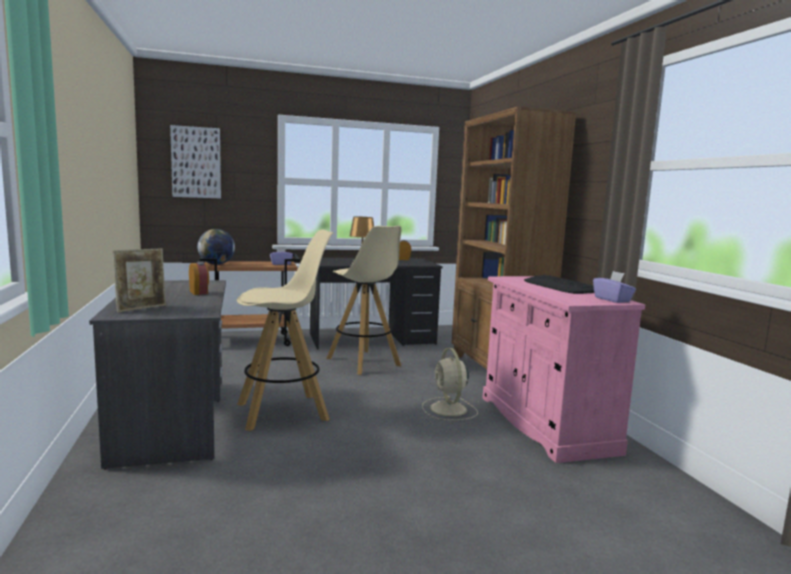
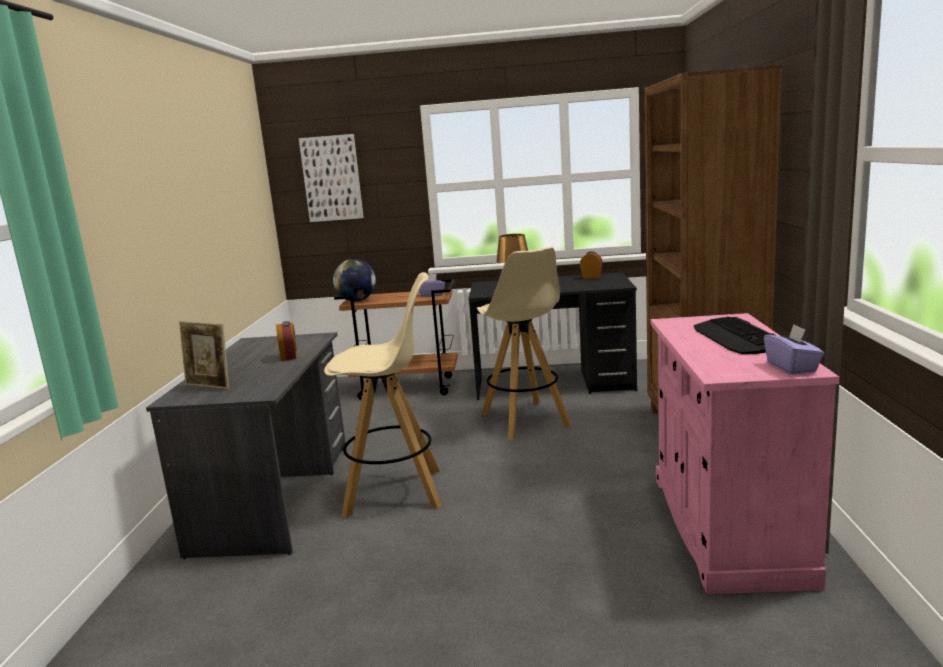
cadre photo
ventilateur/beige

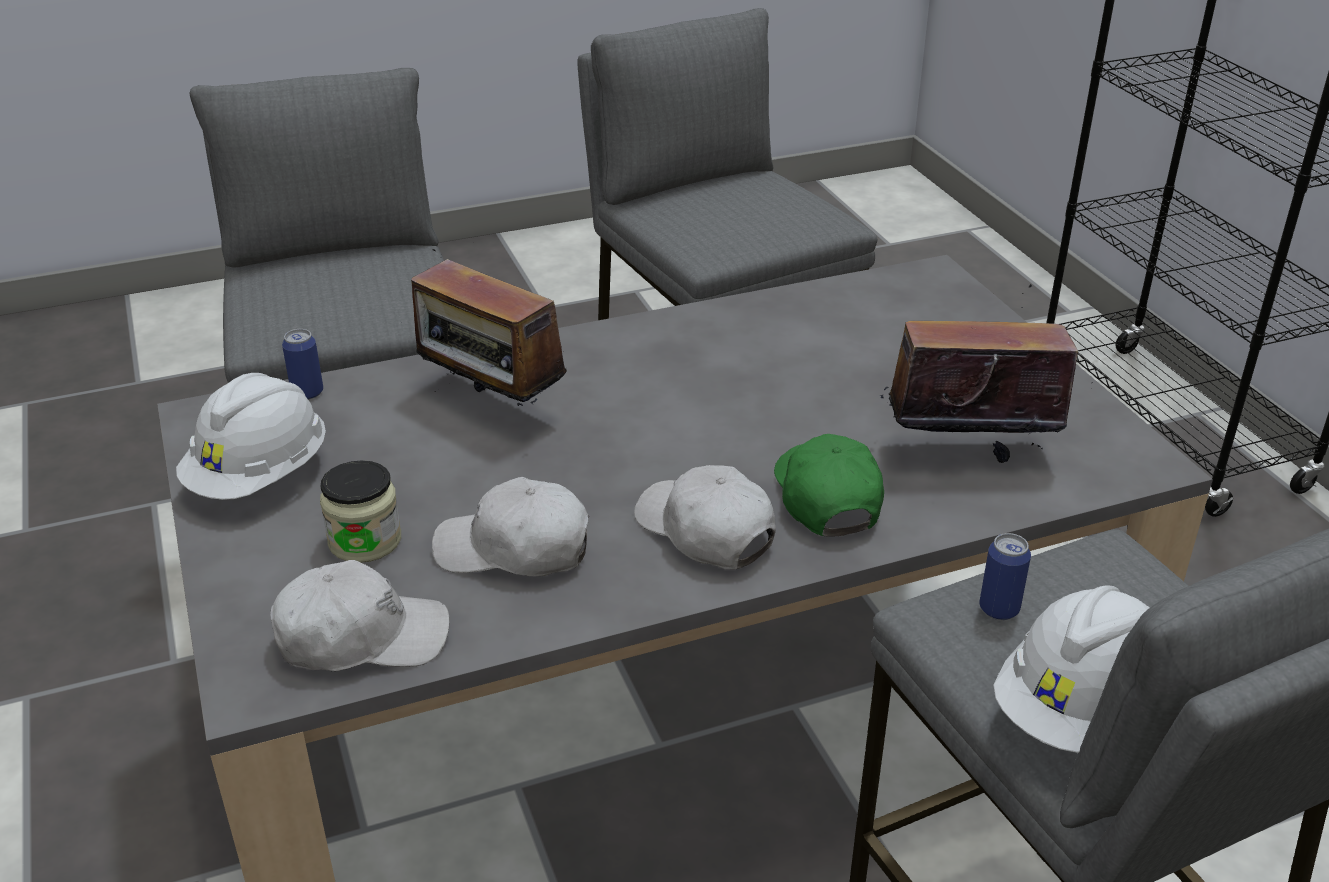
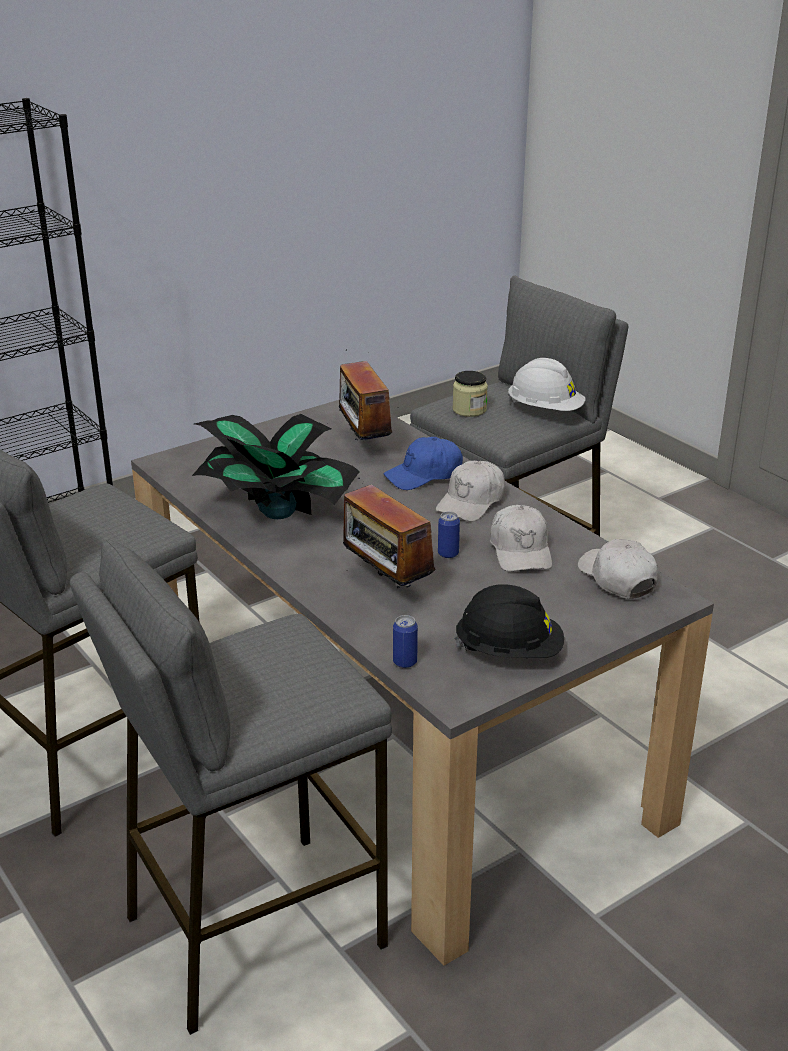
radio (no. 2 from left)
casque de chantier/noir
casquette/bleu
bocal
boîte métallique (no. 2 from left)
plante en pot

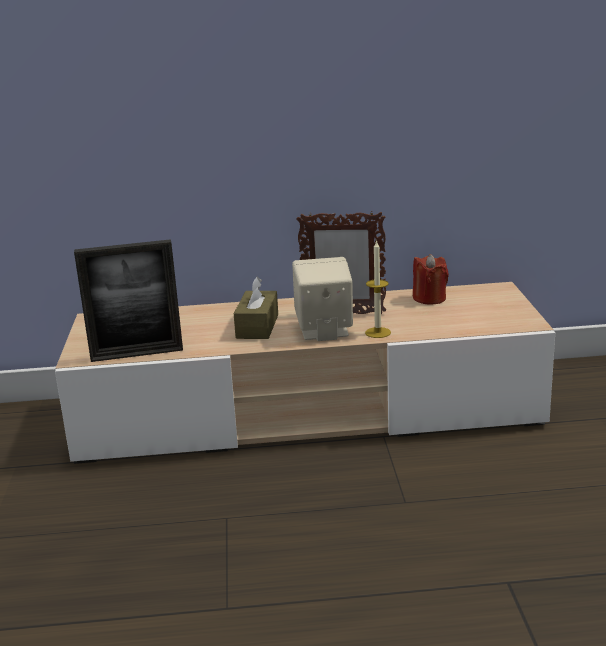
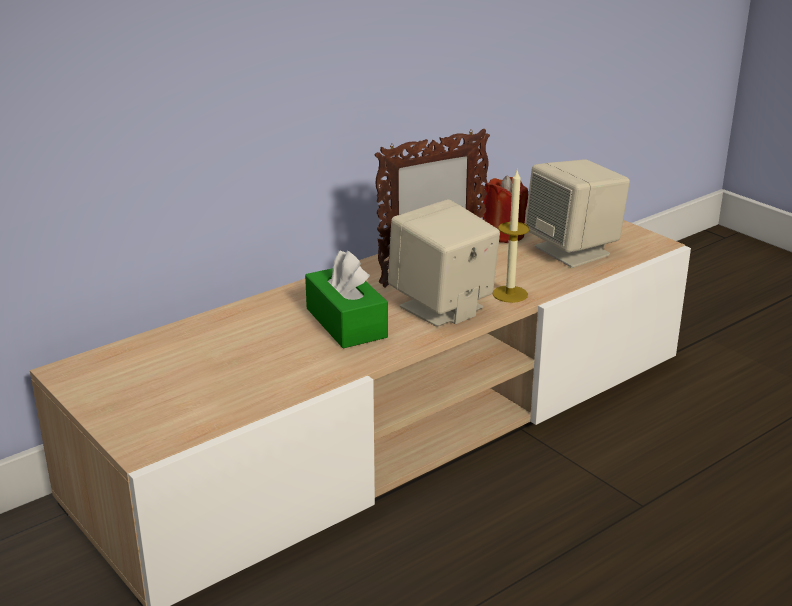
cadre photo (no. 1 from left in the first image)
boîte à mouchoirs/vert
enceinte/beige (no. 2 from left)

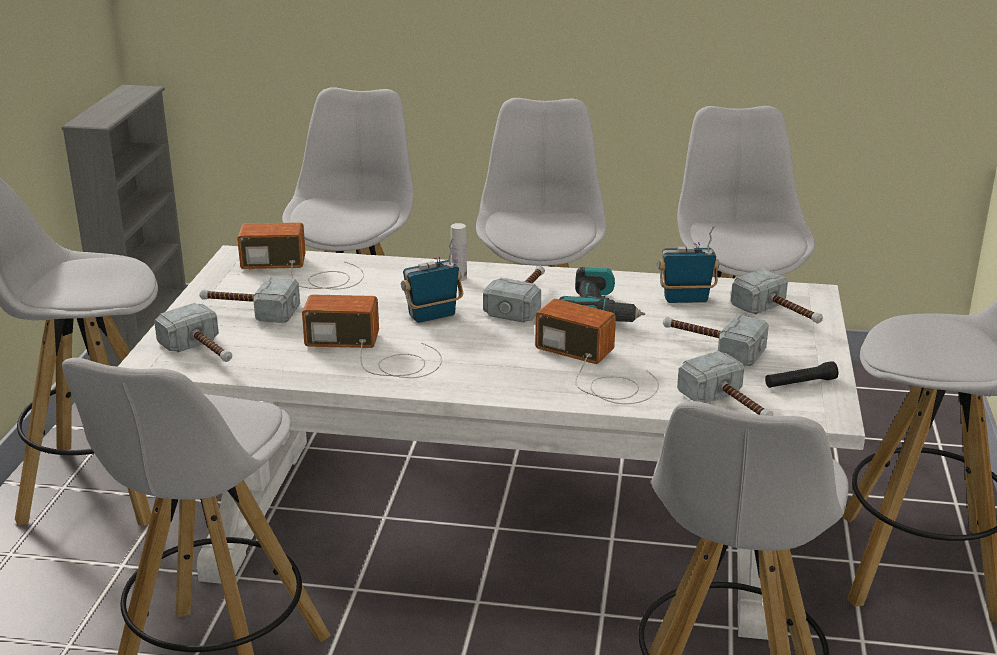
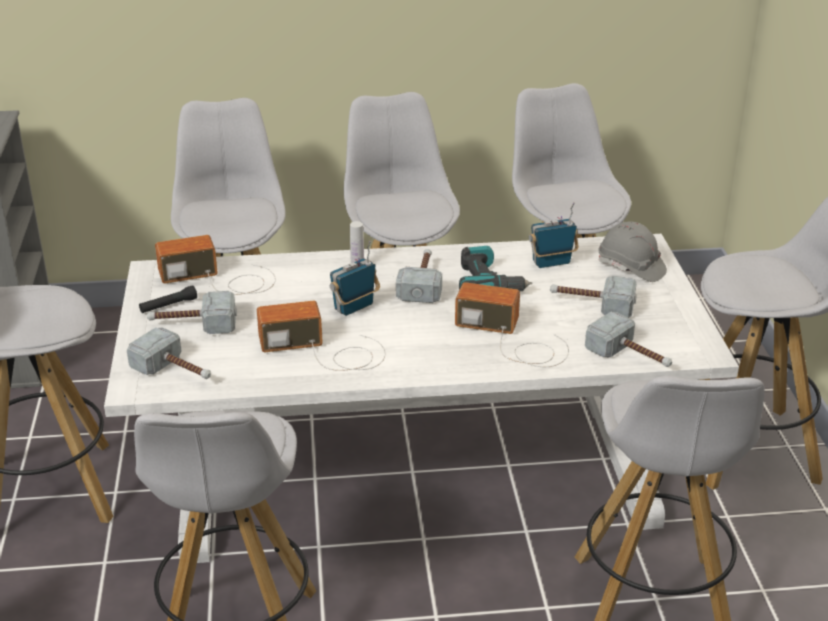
casque de chantier/gris
lampe de poche/noir

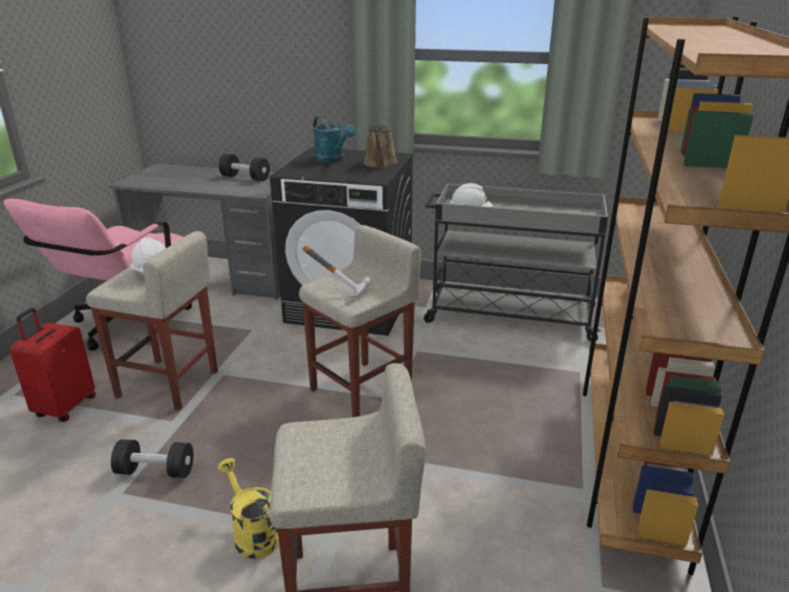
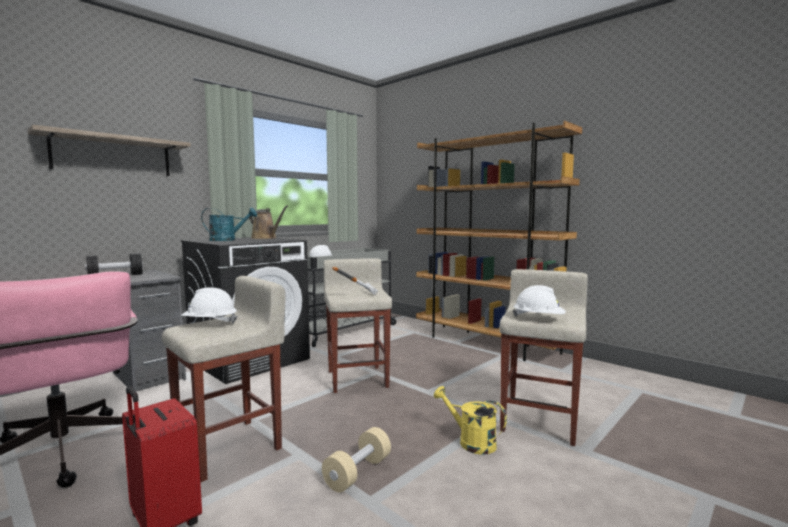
haltère/beige
arrosoir/jaune
étagère
casque de chantier/blanc (no. 3 from left)

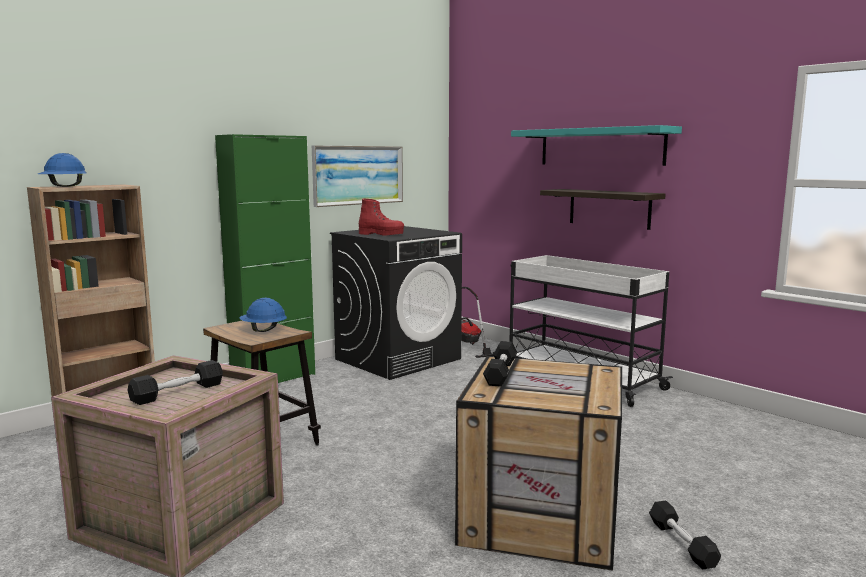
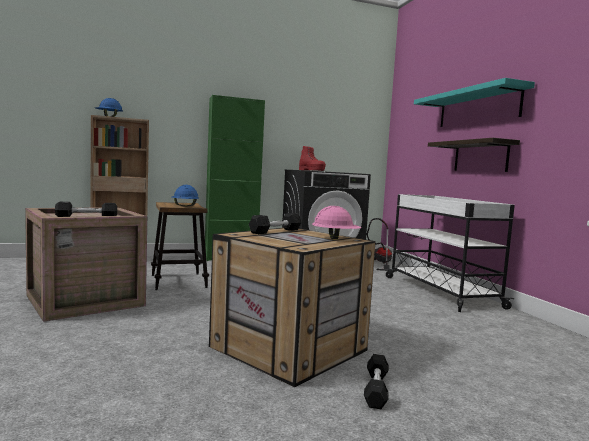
tableau
casque de chantier/rose

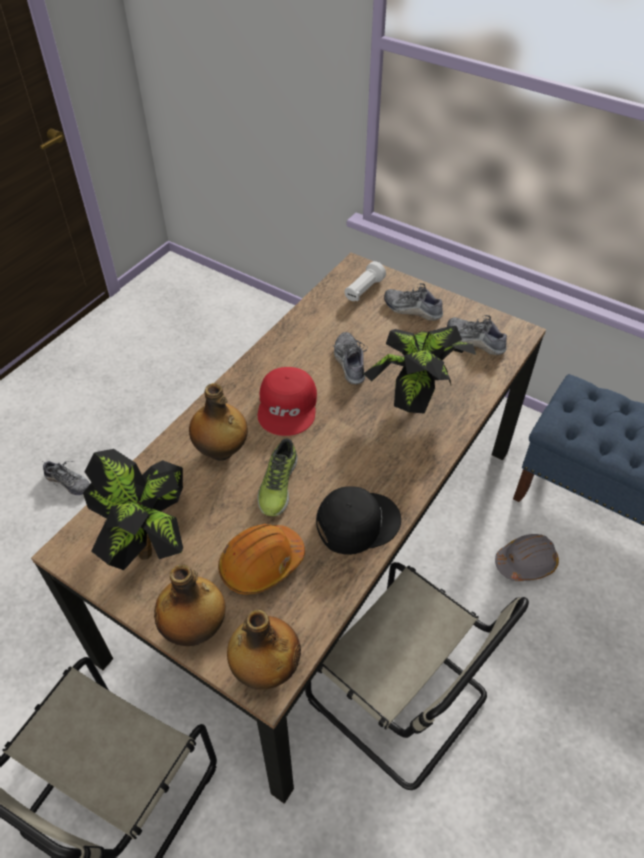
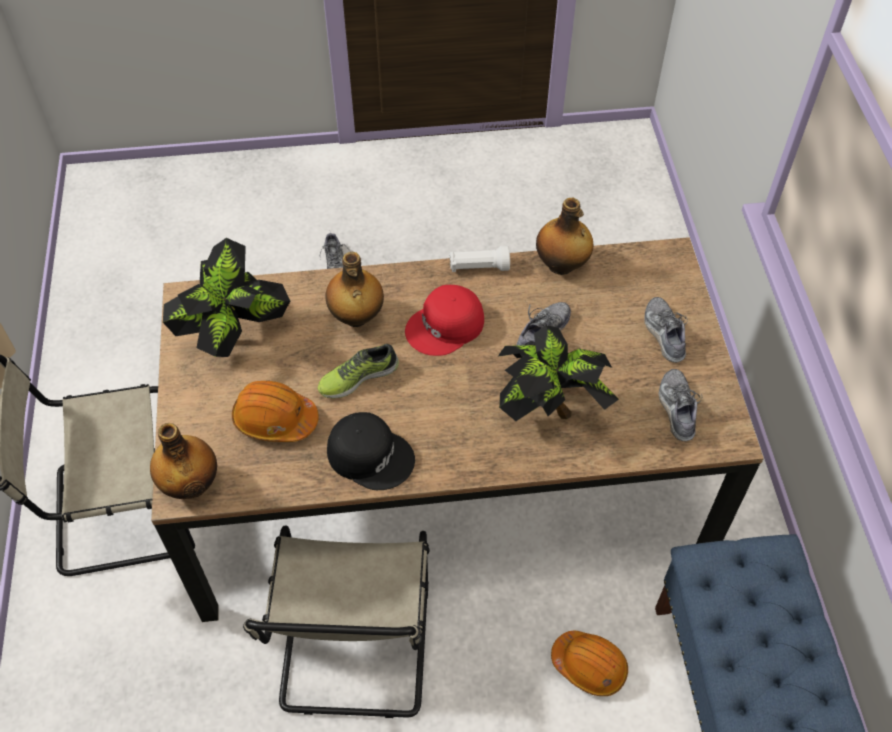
lampe de poche/blanc
casque de chantier/orange (no. 2 from left)
bouteille (no. 3 from left)

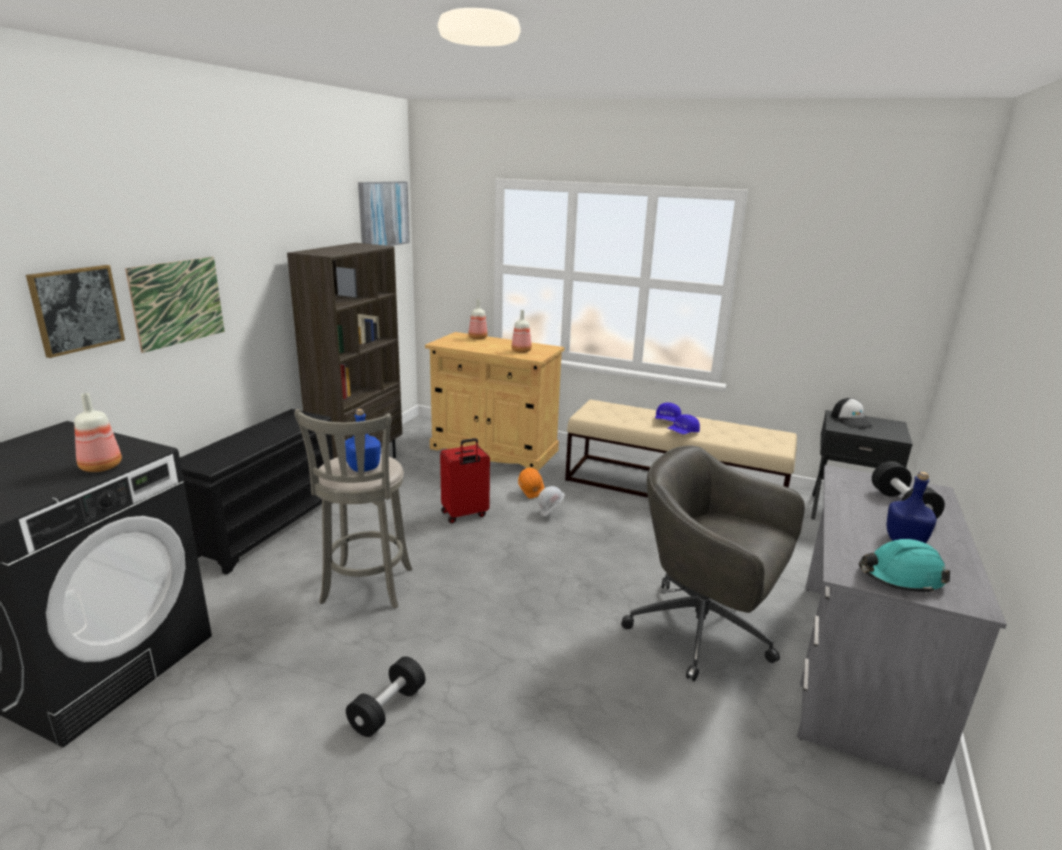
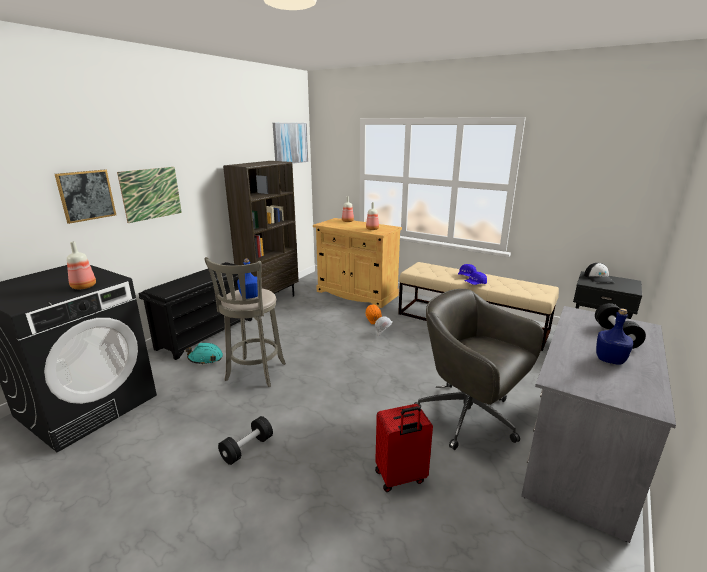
valise/rouge
casque de chantier/turquoise

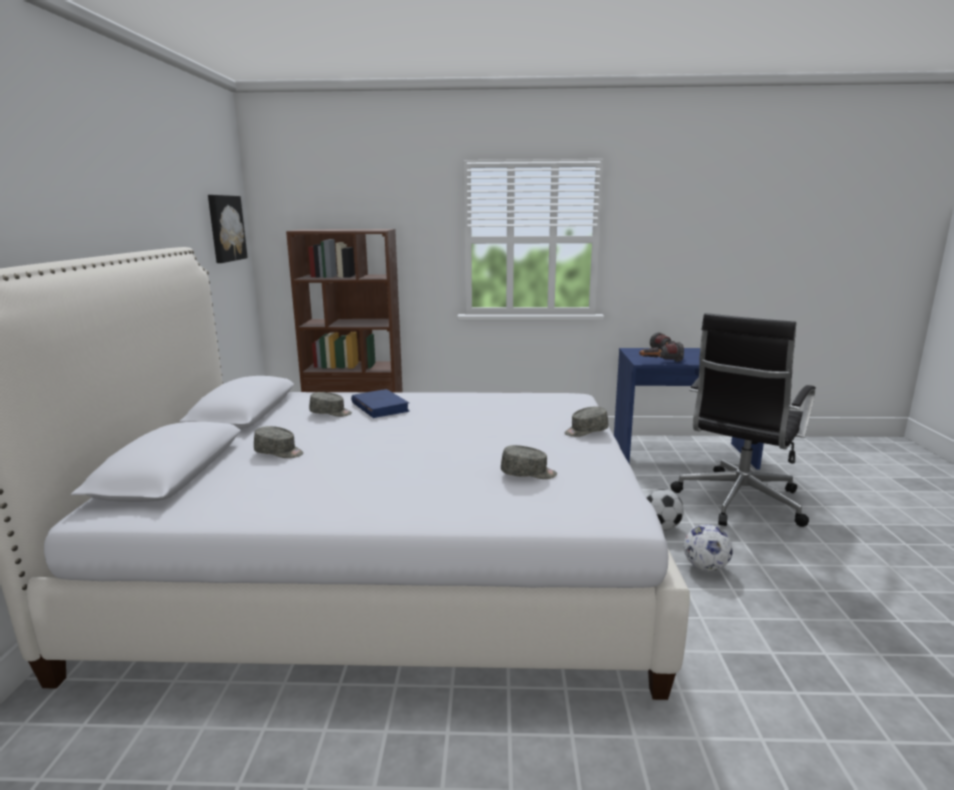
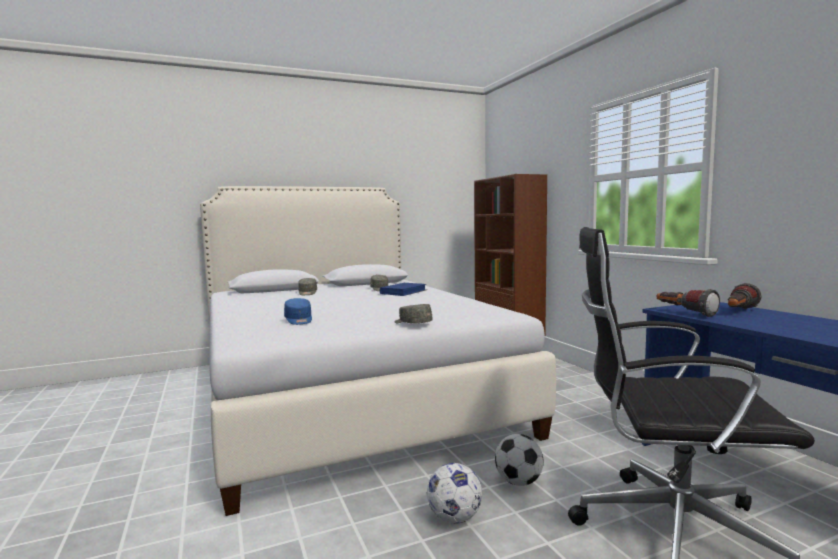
tableau
casquette/bleu

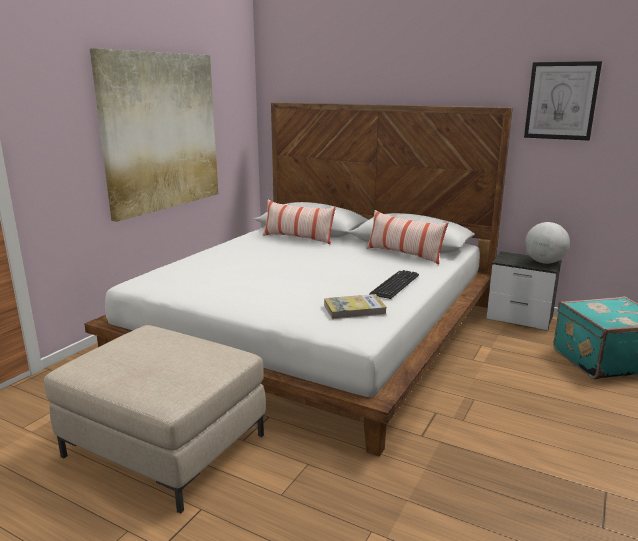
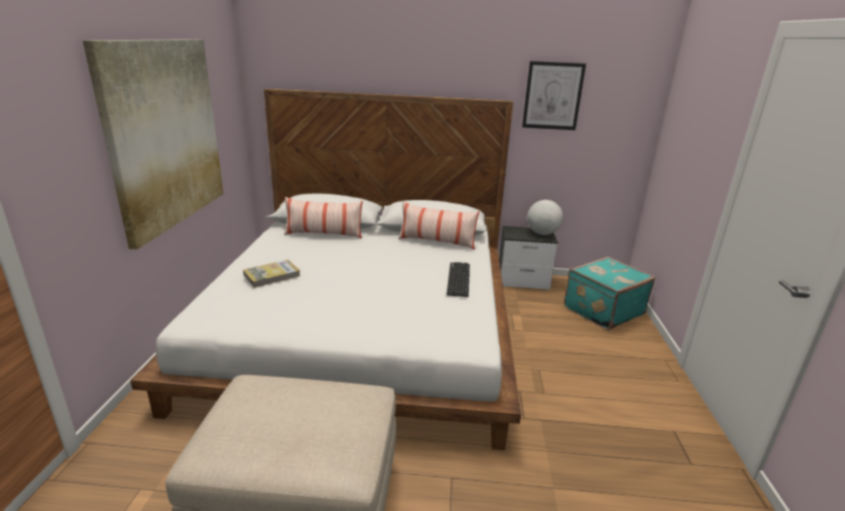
livre

